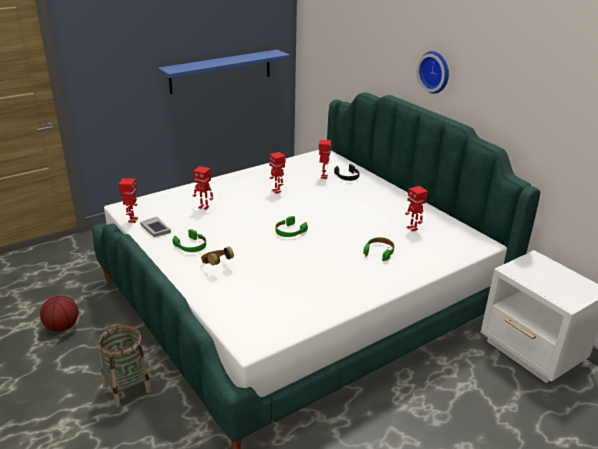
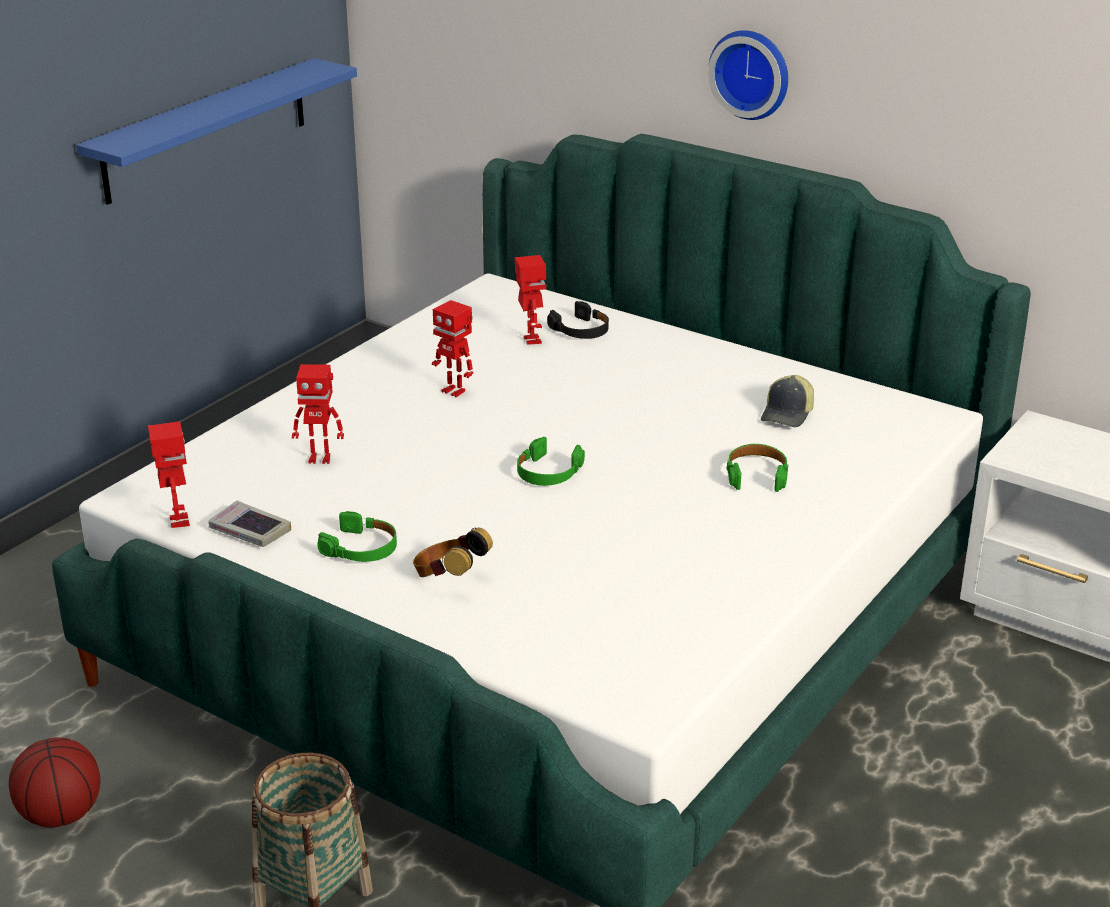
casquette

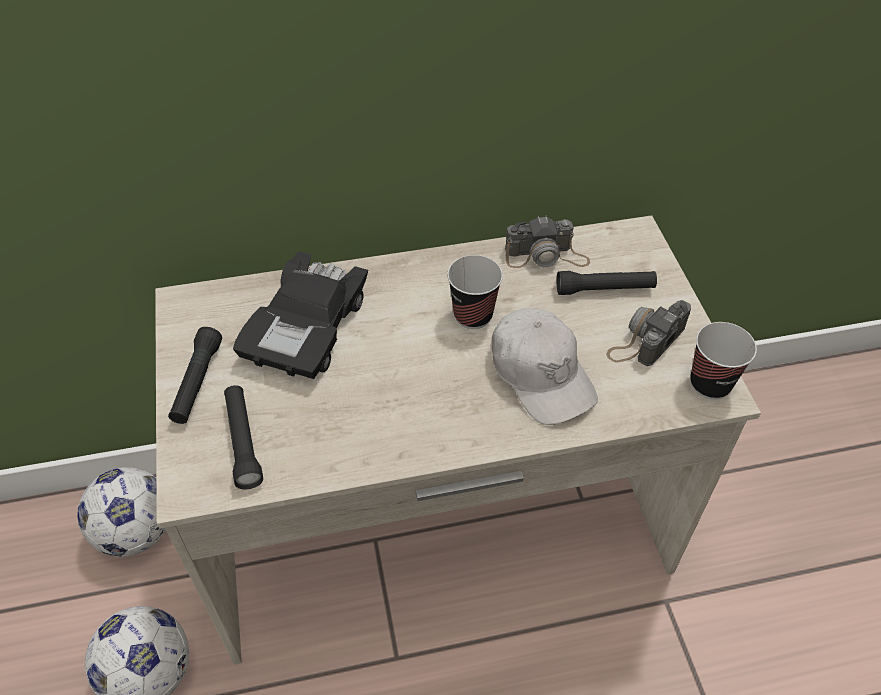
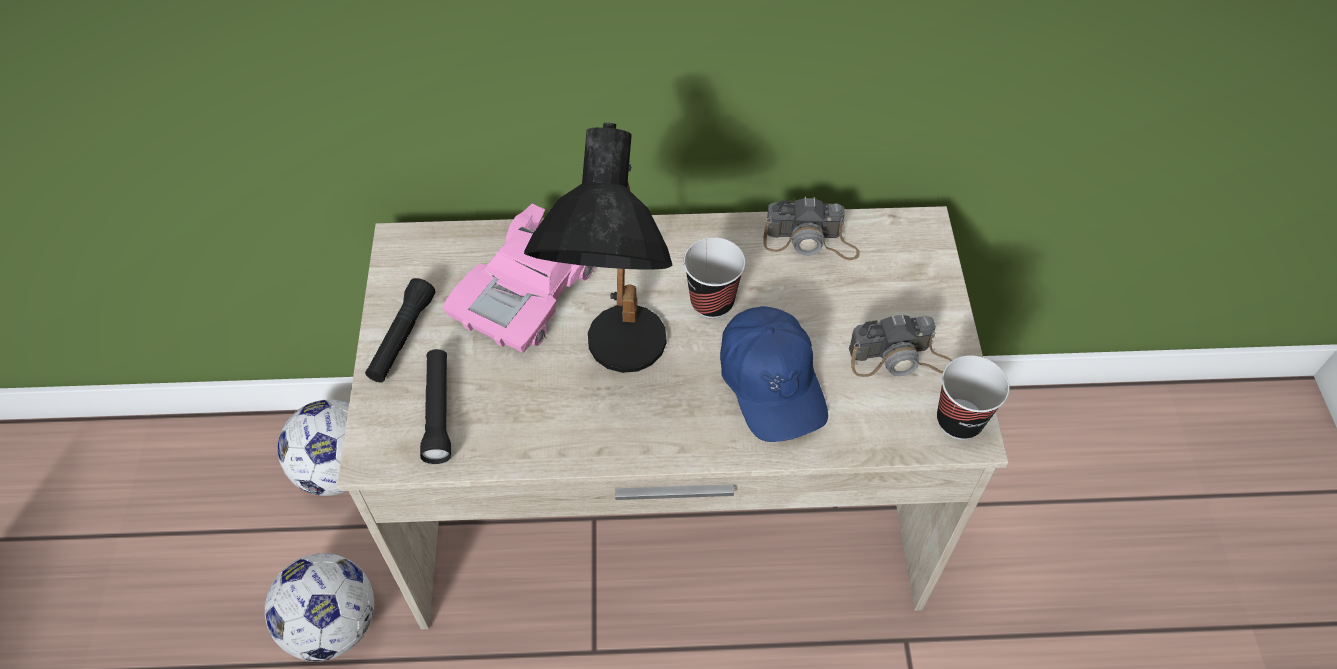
petite voiture/rose
lampe de poche/noir (no. 3 from left in the first image)
appareil photo (no. 2 from left)
casquette/bleu
lampe de table/noir

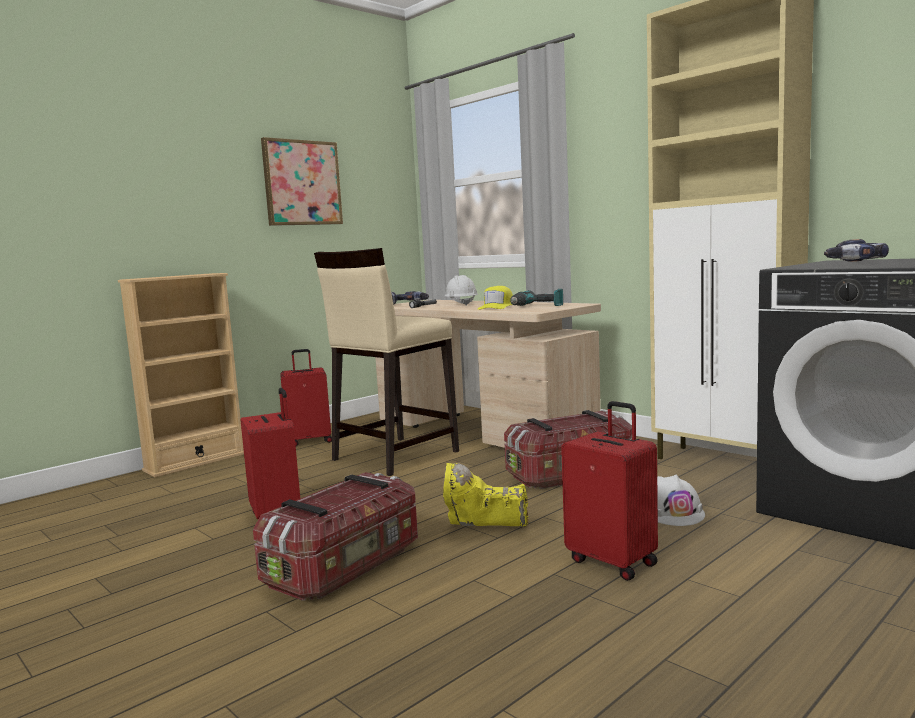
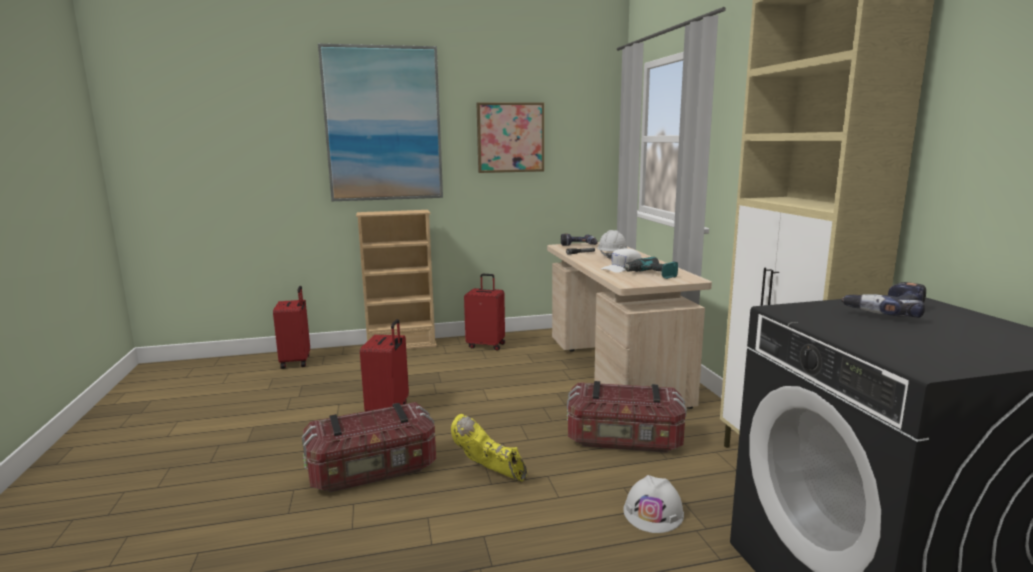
tabouret/beige
casquette/blanc
valise/rouge (no. 1 from left)
tableau (no. 1 from left)

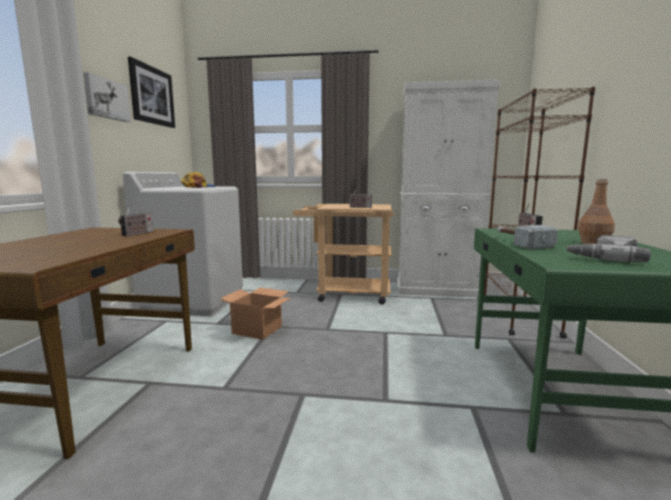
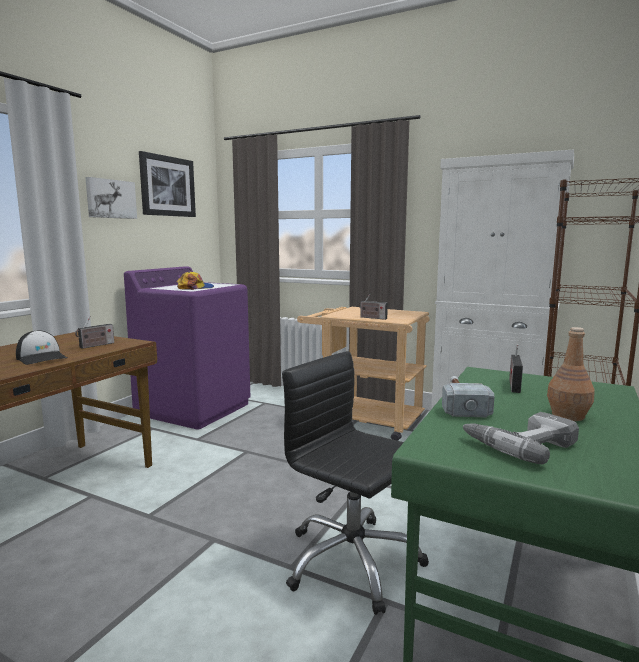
lave-linge/violet
carton
casquette (no. 1 from left)
chaise de bureau/noir

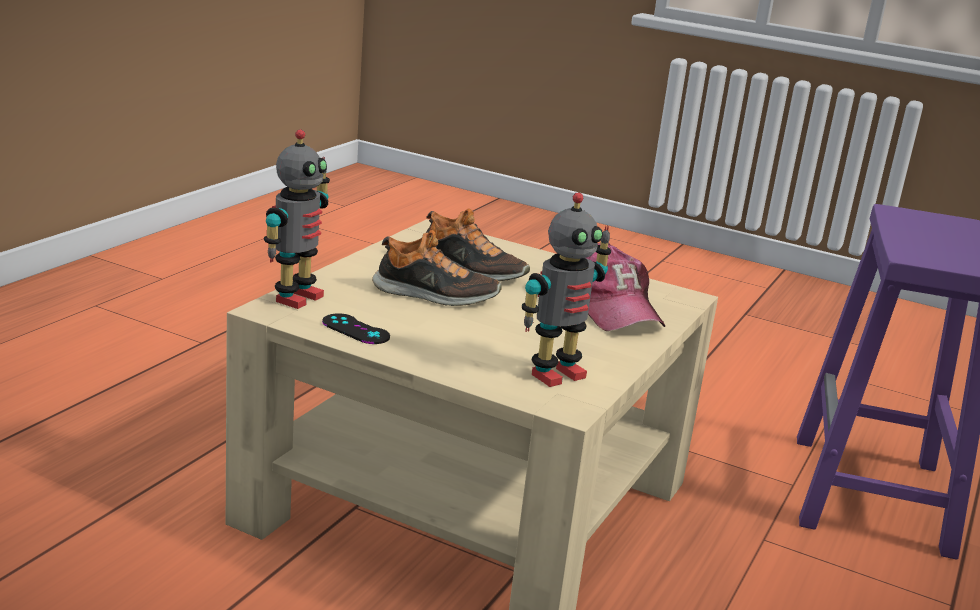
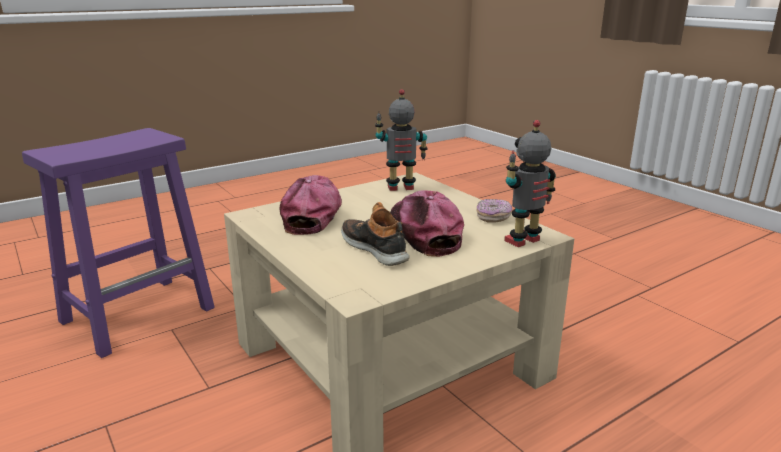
casquette (no. 2 from left)
beignet

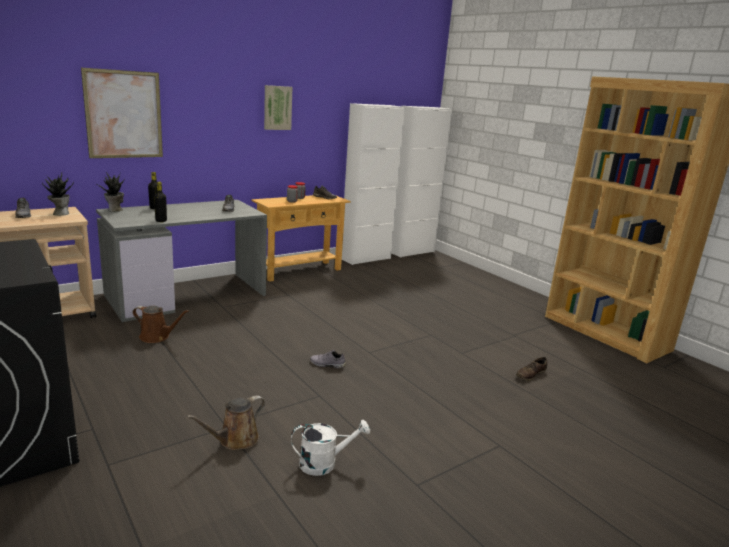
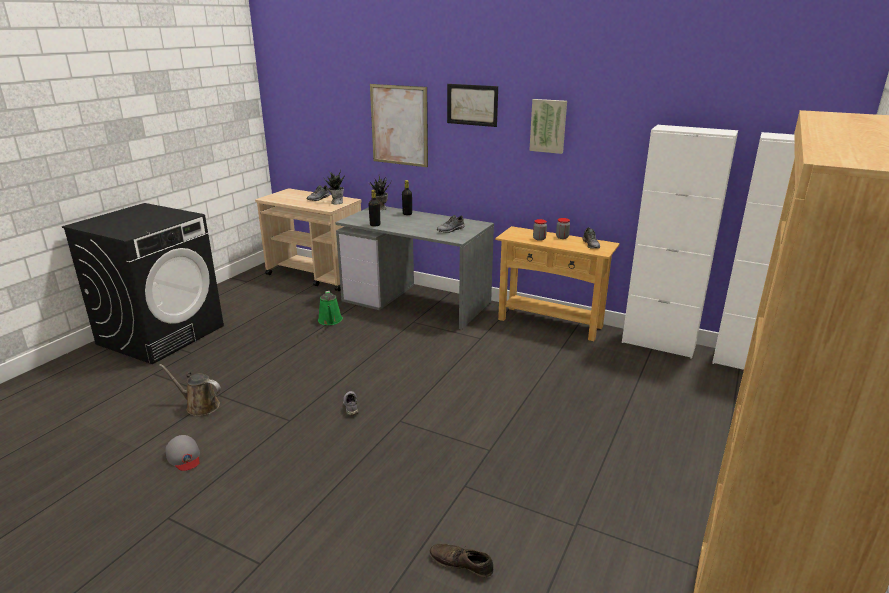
arrosoir/vert
casquette/gris
tableau (no. 2 from left)

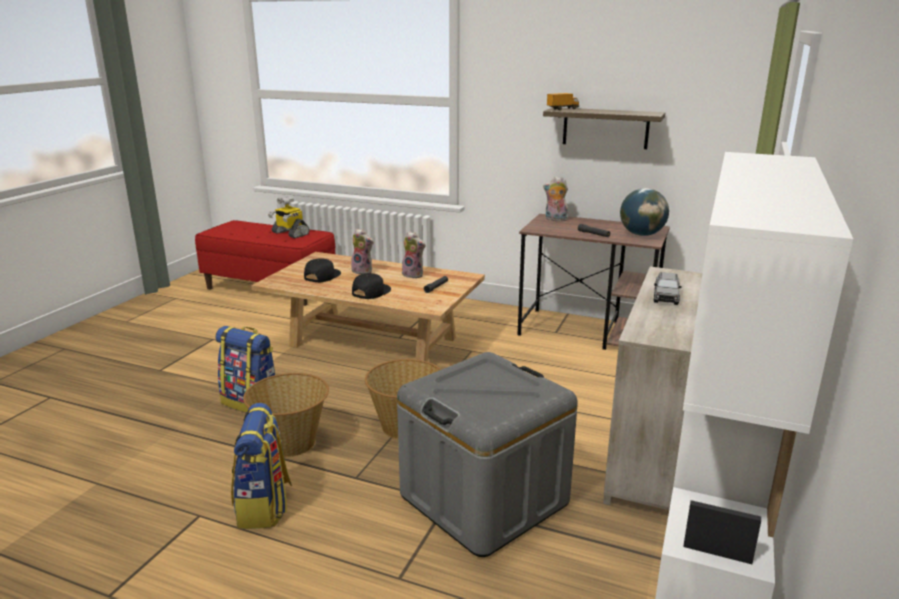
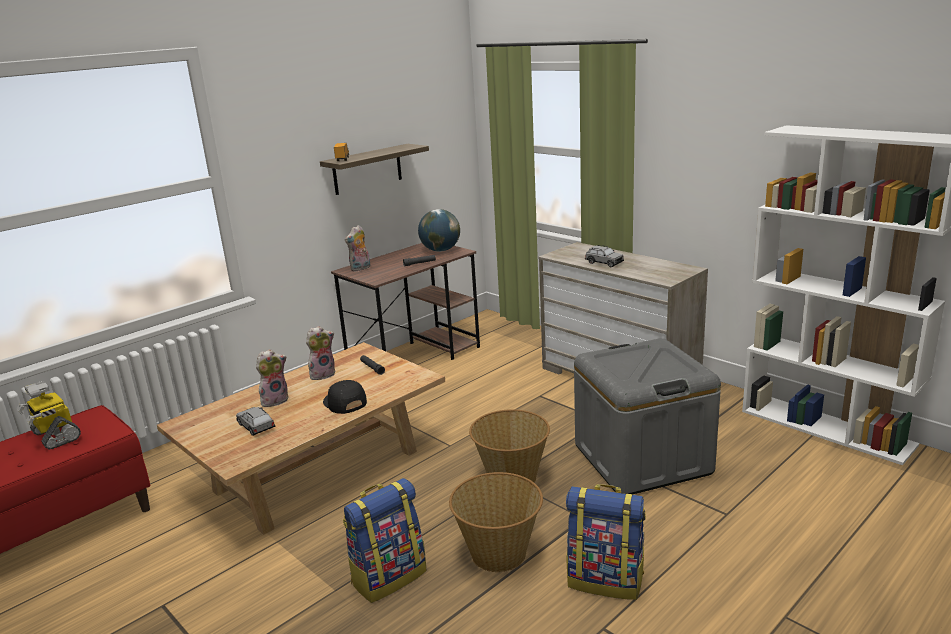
robot jouet
petite voiture/gris (no. 1 from left)

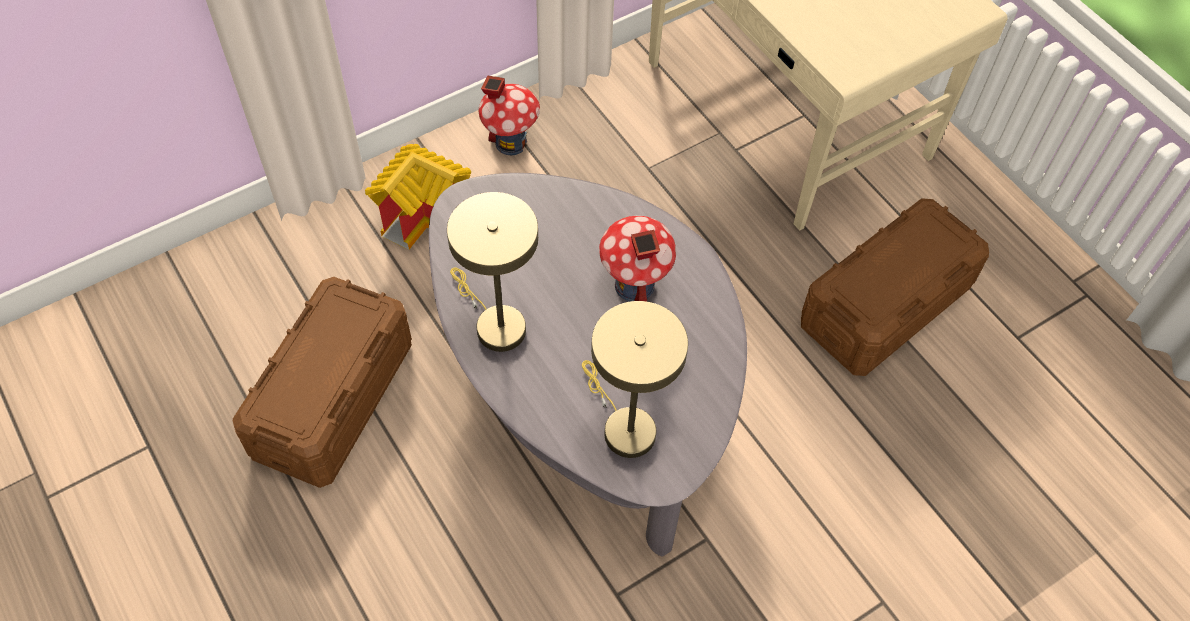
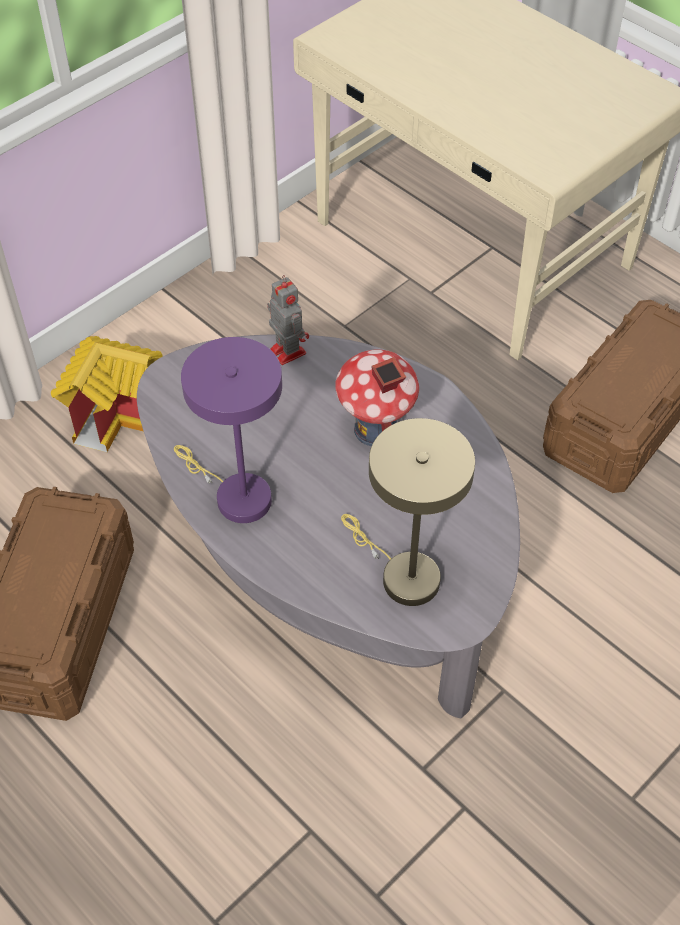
maison miniature (no. 2 from left in the first image)
lampe de table/violet
robot jouet

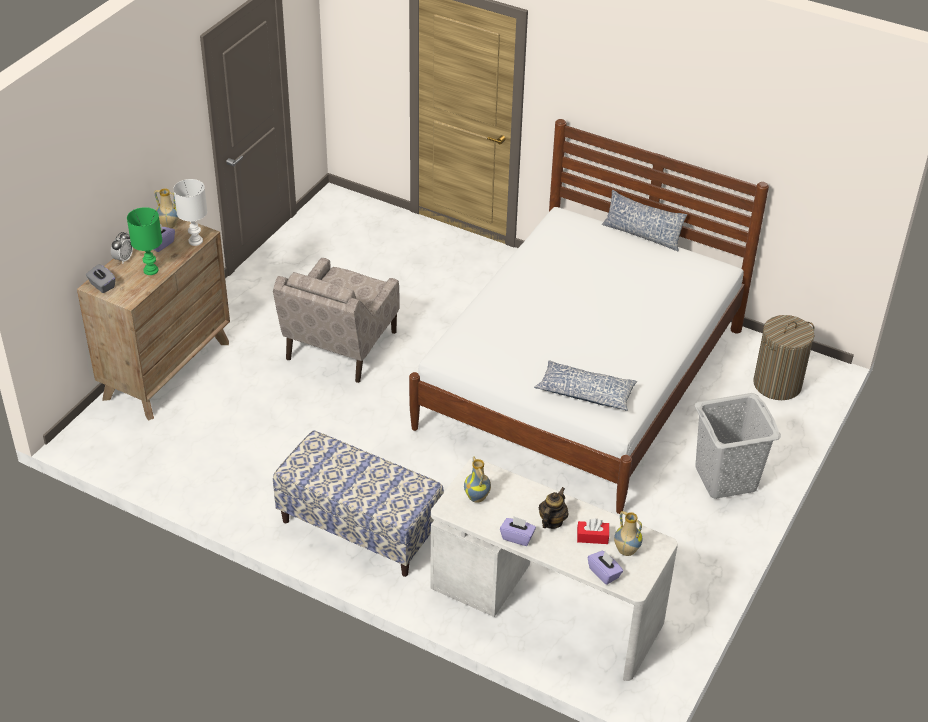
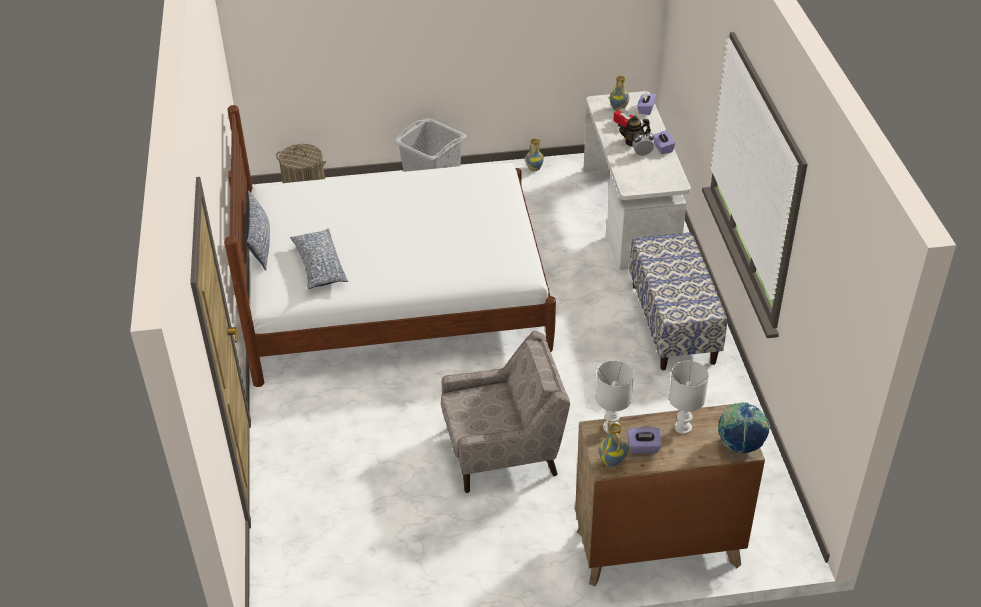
lampe de table/blanc (no. 2 from left)
réveil
globe
coussin (no. 2 from left)
vase (no. 1 from left)

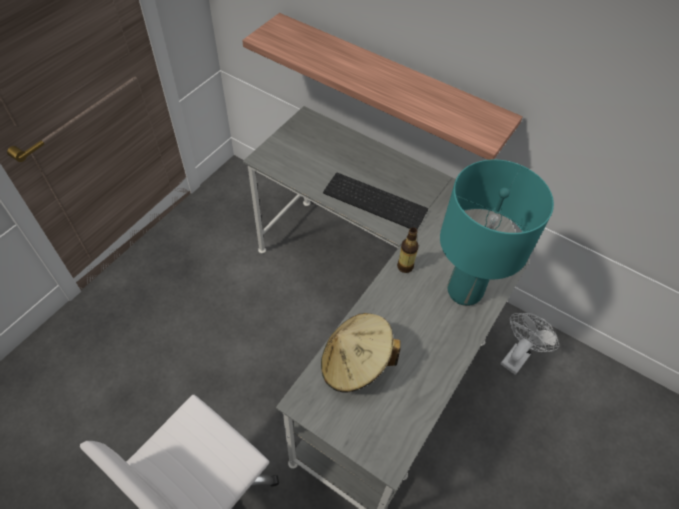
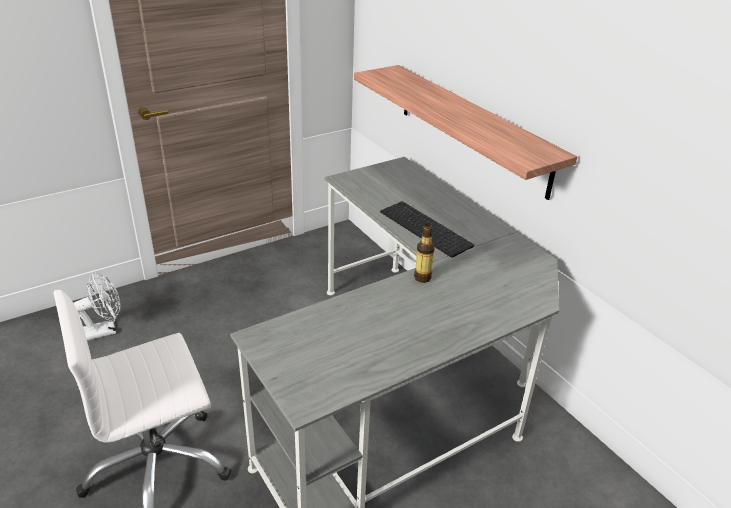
lampe de table/turquoise
chapeau/beige
ventilateur/blanc

